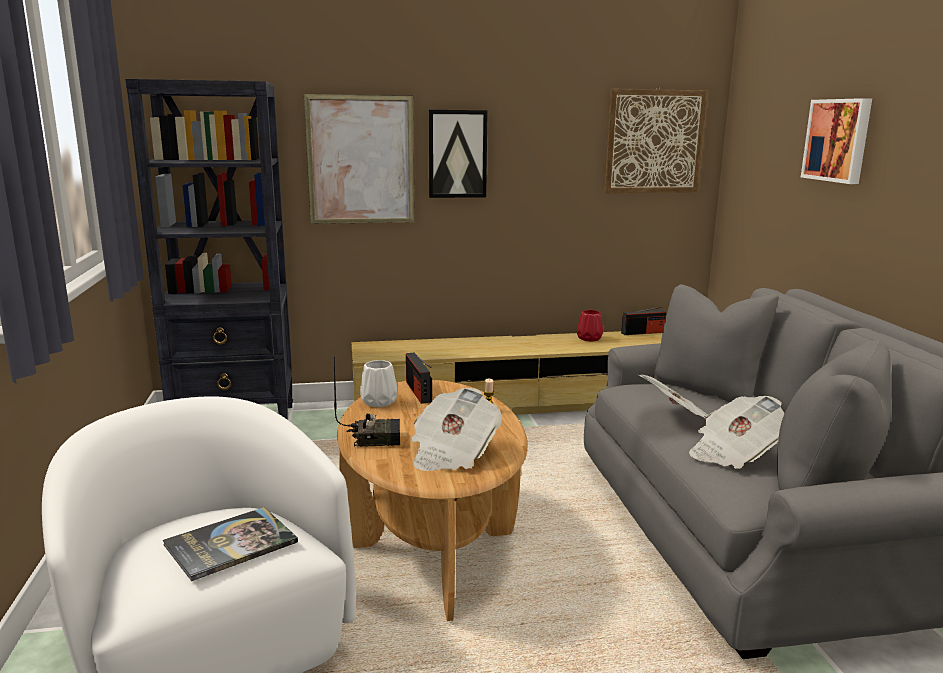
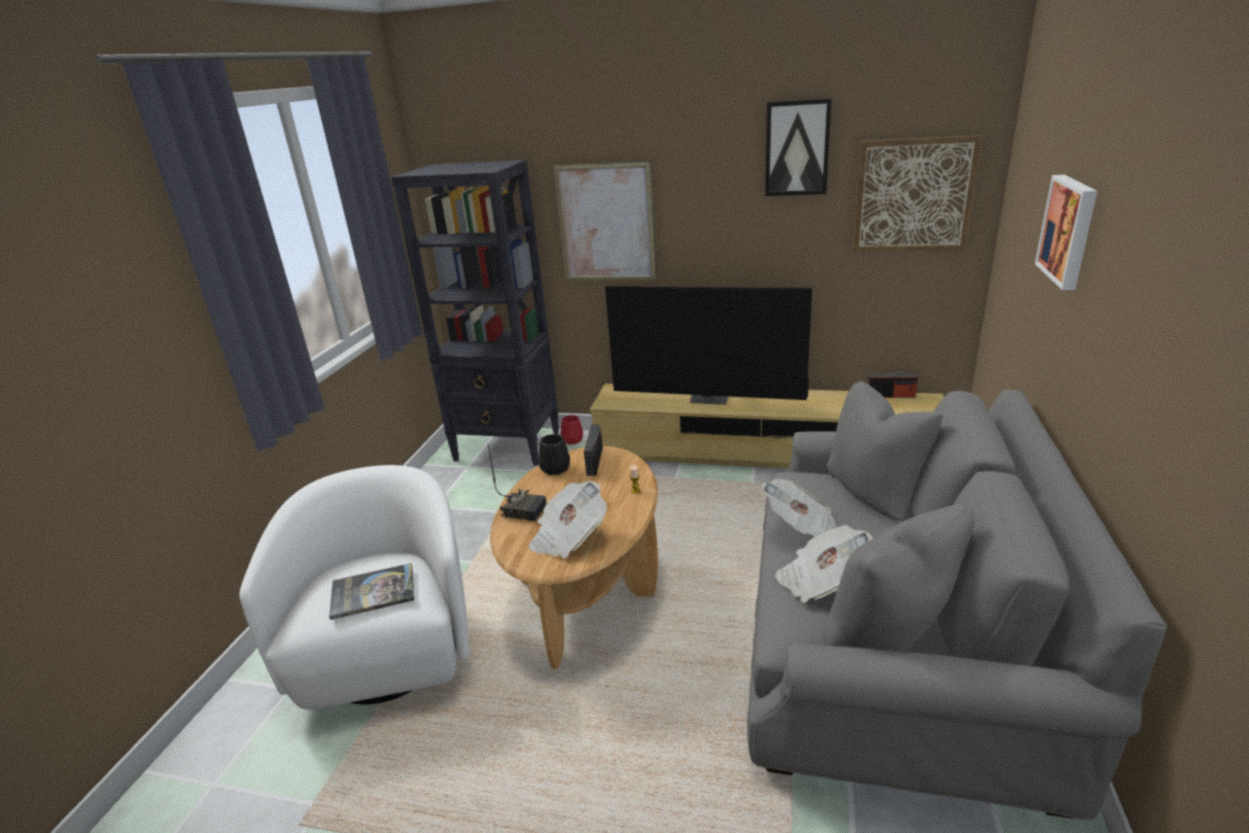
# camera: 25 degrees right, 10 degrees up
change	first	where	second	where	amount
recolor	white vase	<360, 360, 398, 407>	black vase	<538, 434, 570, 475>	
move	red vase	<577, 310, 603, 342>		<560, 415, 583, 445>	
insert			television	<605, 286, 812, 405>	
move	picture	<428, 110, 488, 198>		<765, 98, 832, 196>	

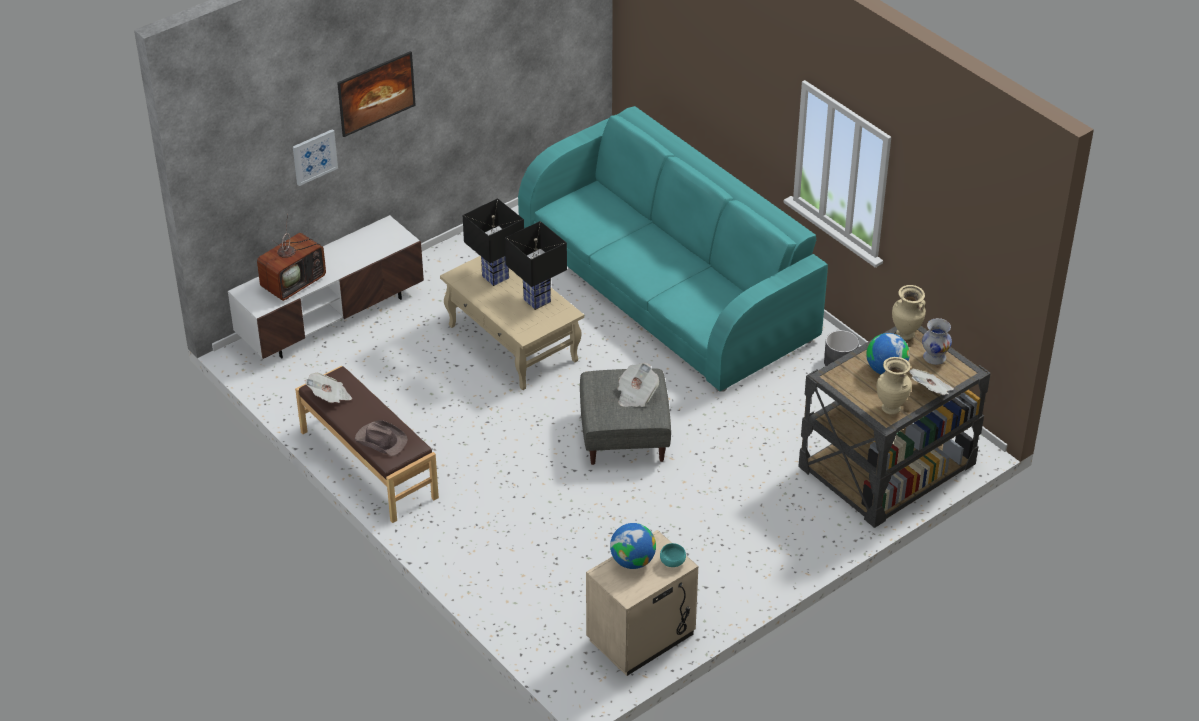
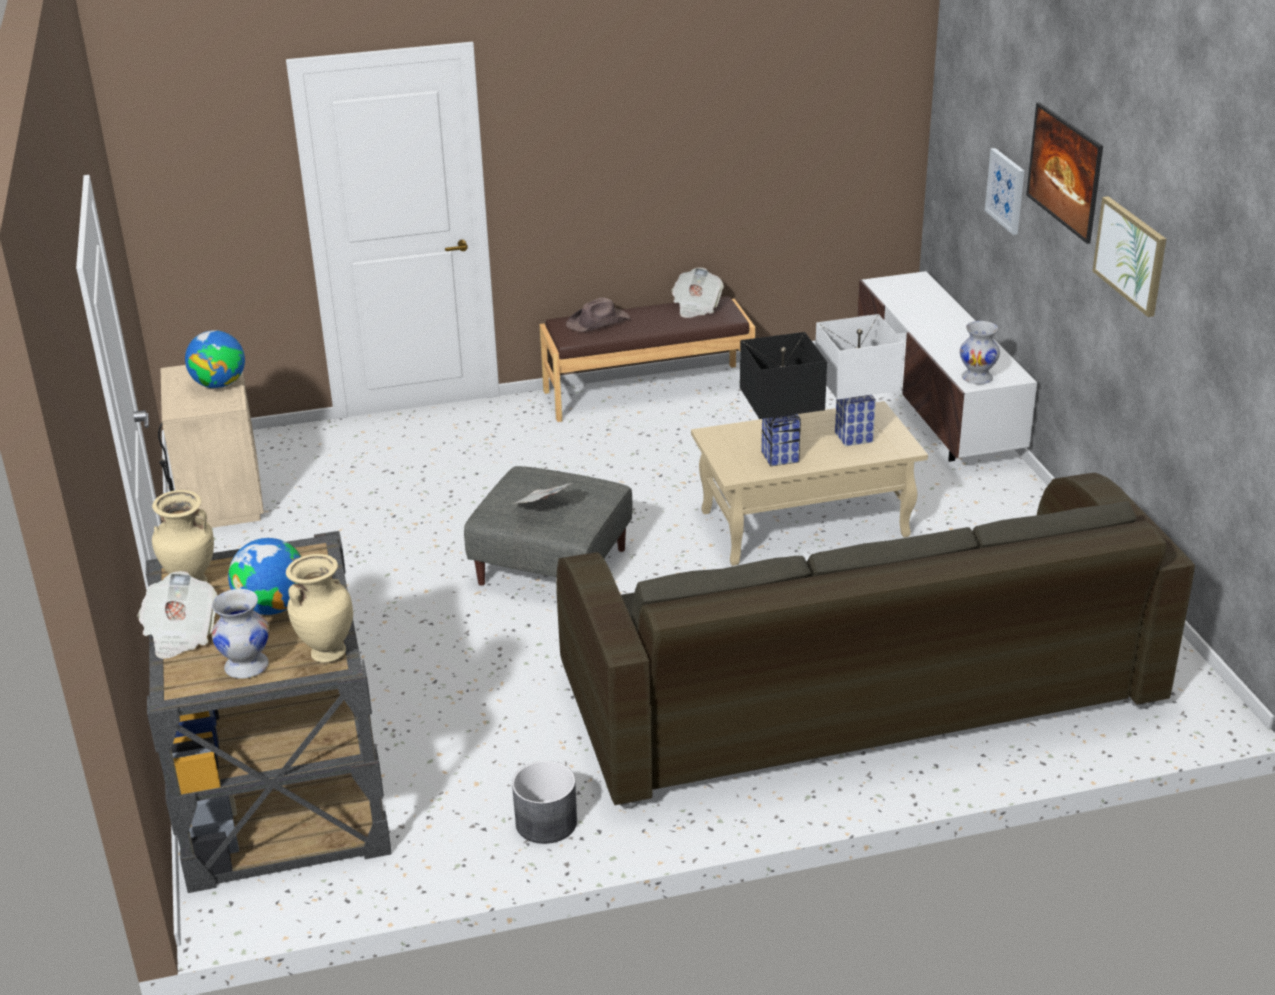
# camera: 115 degrees right, 10 degrees down
change	first	where	second	where	amount
recolor	turquoise sofa	<518, 106, 828, 392>	grey sofa	<556, 472, 1195, 809>	
recolor	black table lamp	<463, 198, 524, 286>	white table lamp	<815, 314, 904, 446>	
insert			white vase	<960, 321, 1000, 384>	
insert			picture	<1092, 196, 1166, 317>	
delete	television	<257, 214, 326, 301>			
delete	turquoise bowl	<660, 543, 686, 567>			

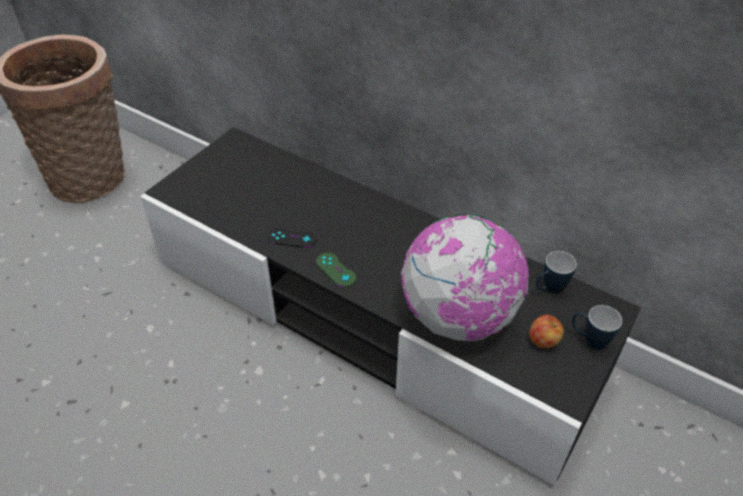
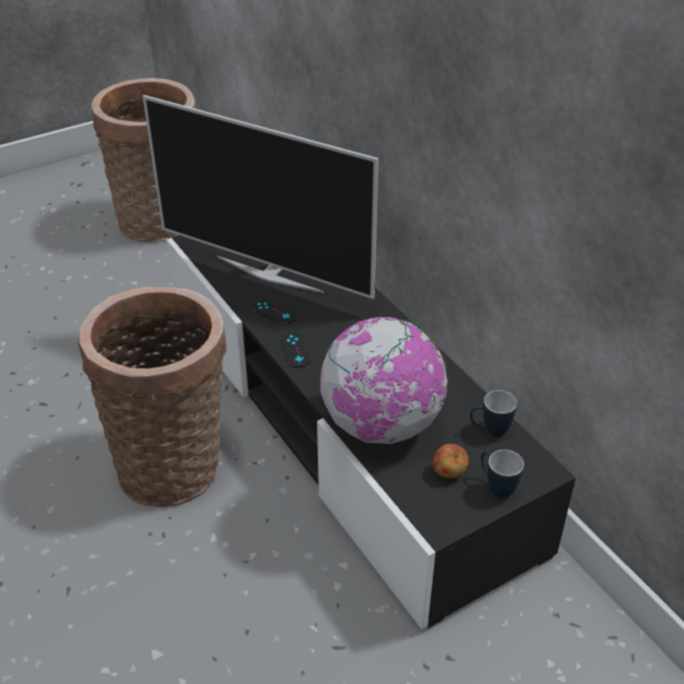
# camera: 25 degrees right, 5 degrees down
change	first	where	second	where	amount
insert			basket	<78, 287, 227, 507>	
insert			television	<143, 95, 379, 299>	
recolor	green game controller	<316, 253, 356, 287>	black game controller	<281, 333, 310, 368>	

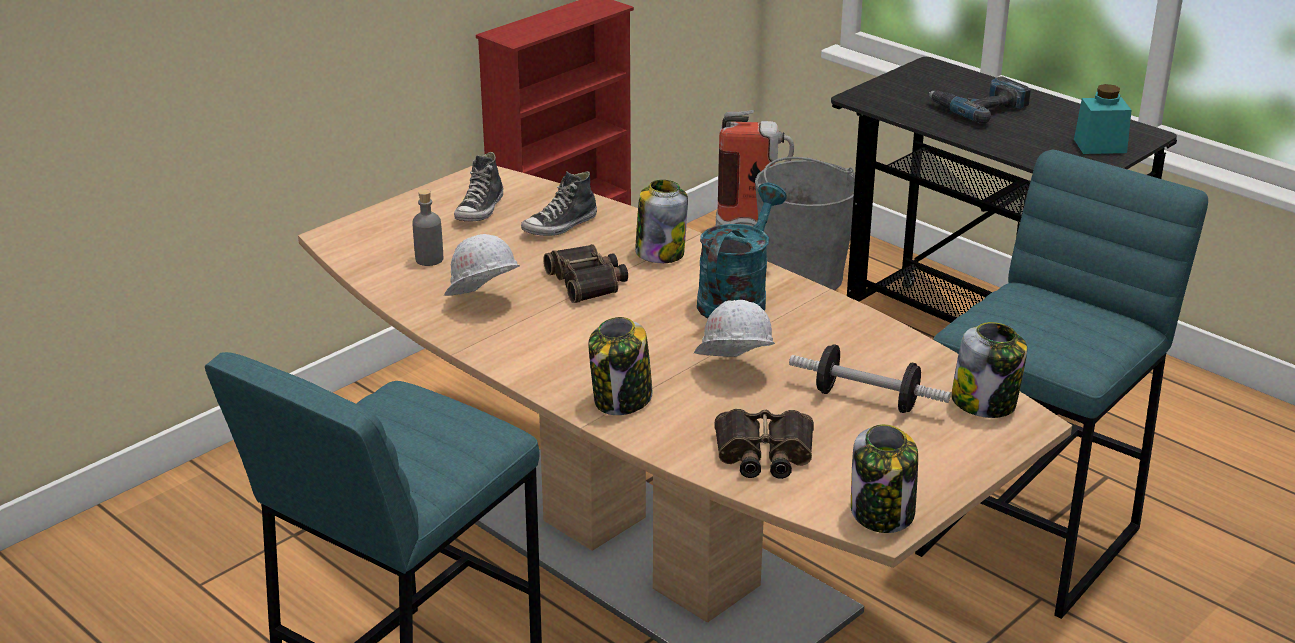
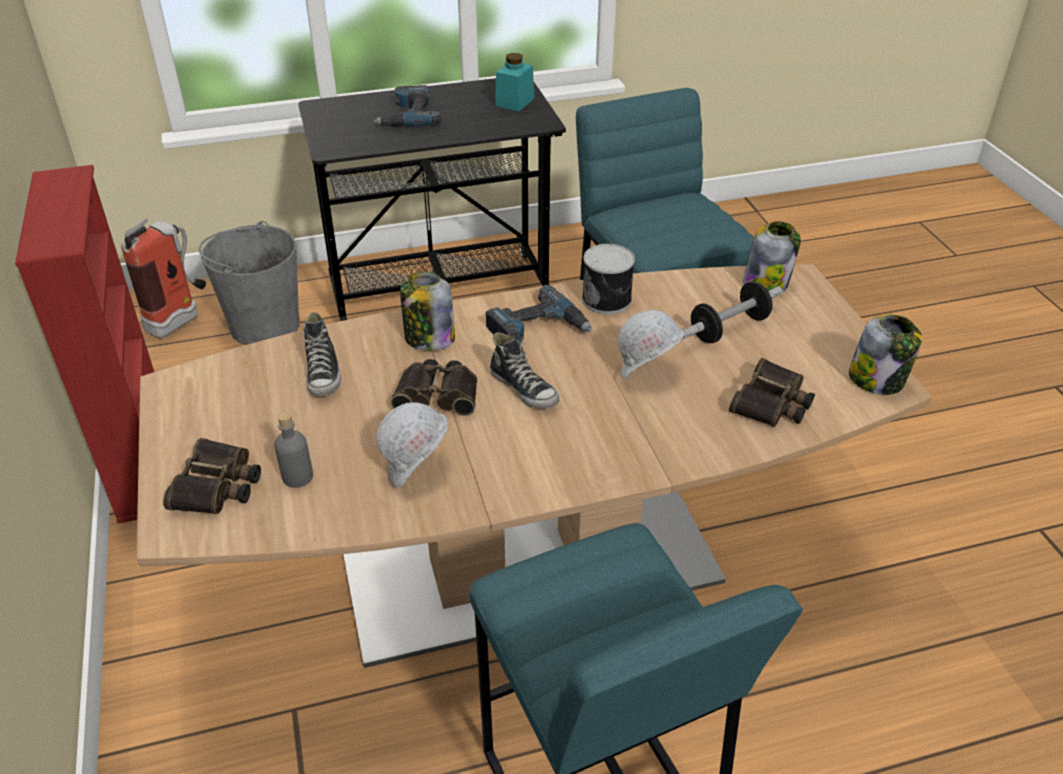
# camera: 60 degrees left, 10 degrees up
change	first	where	second	where	amount
insert			binoculars	<163, 438, 261, 514>	
replace	turquoise watering can	<697, 183, 787, 318>	power drill	<486, 285, 591, 342>	
move	shoe	<454, 152, 503, 222>		<490, 332, 559, 409>	
insert			can	<582, 244, 635, 314>	
delete	jar	<588, 317, 653, 415>			

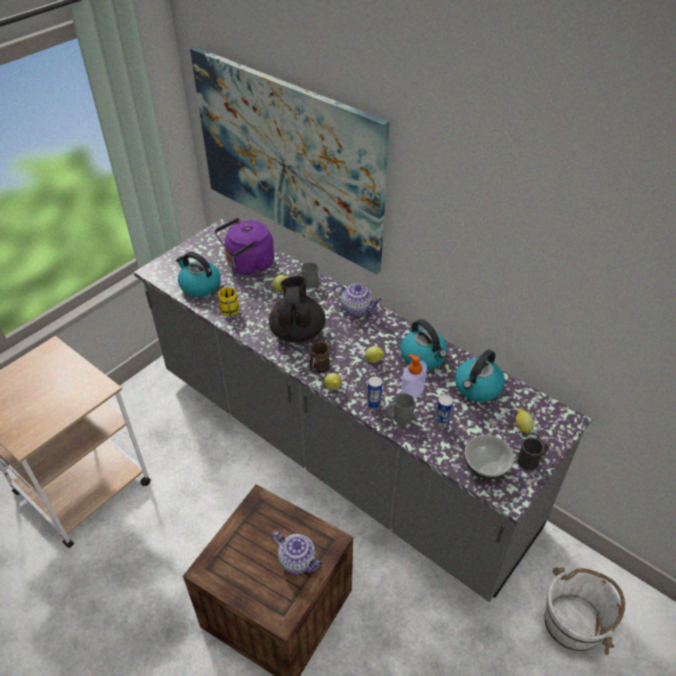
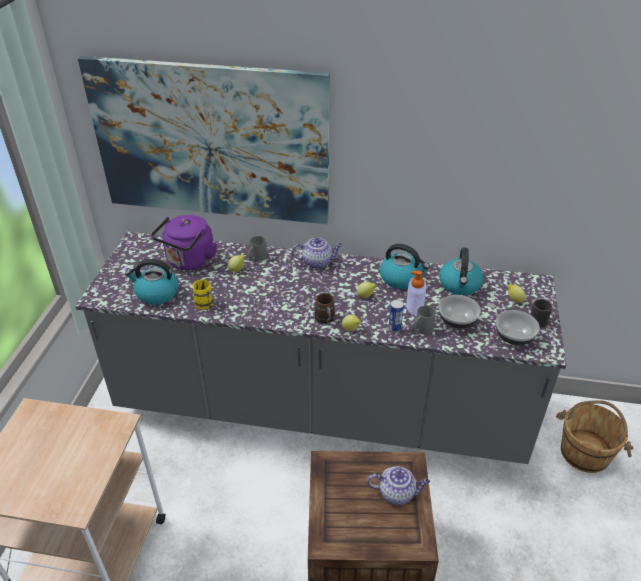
# camera: 30 degrees left, 5 degrees down
change	first	where	second	where	amount
replace	can	<435, 395, 453, 429>	bowl	<439, 295, 481, 328>	
recolor	white bucket	<544, 568, 625, 655>	brown bucket	<556, 400, 634, 473>	
delete	black teapot	<269, 276, 325, 343>			

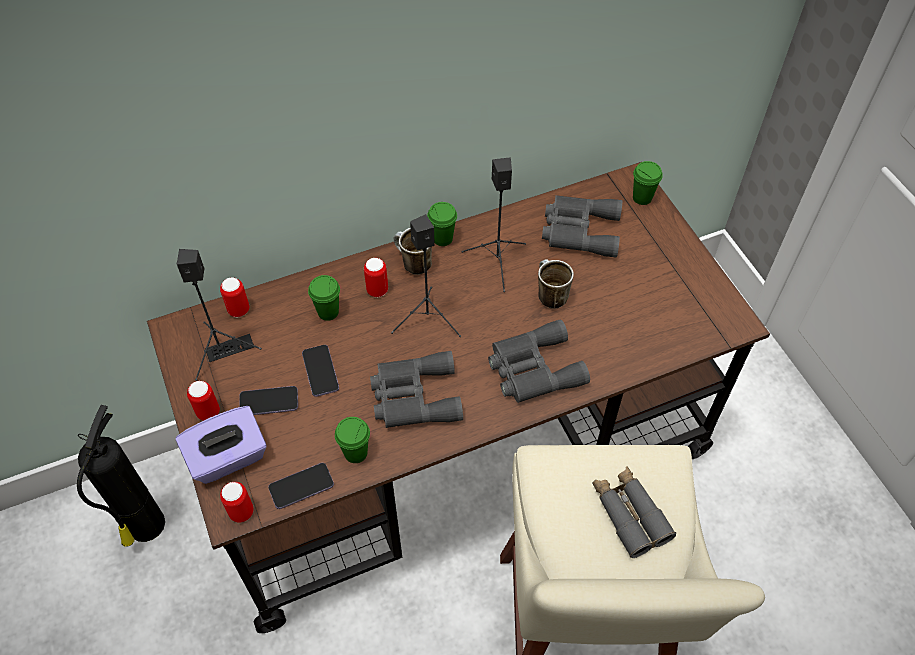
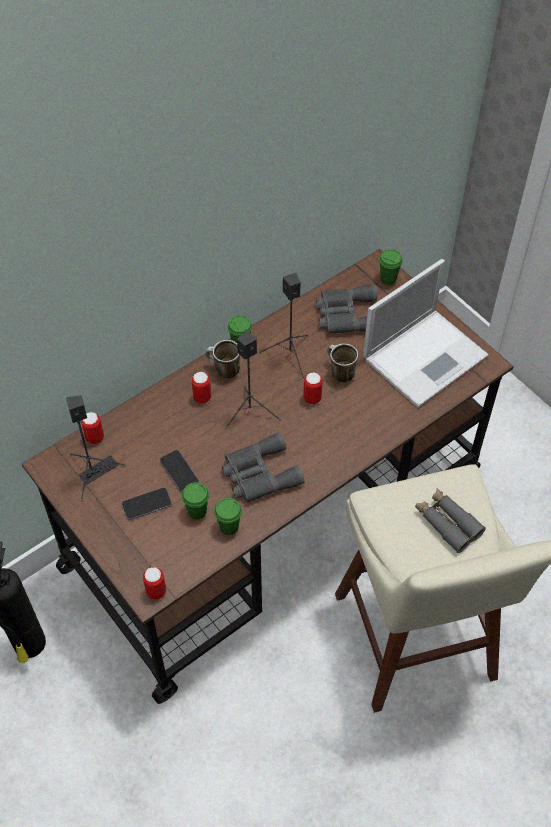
# camera: 15 degrees left, 0 degrees up
change	first	where	second	where	amount
move	green cup	<308, 275, 340, 321>		<182, 482, 209, 520>	
move	can	<187, 381, 220, 421>		<303, 373, 323, 404>	
insert			laptop	<363, 259, 489, 407>	
delete	purple tissue box	<175, 406, 267, 484>			
delete	phone	<268, 463, 334, 509>			
delete	grey binoculars	<488, 319, 590, 403>			

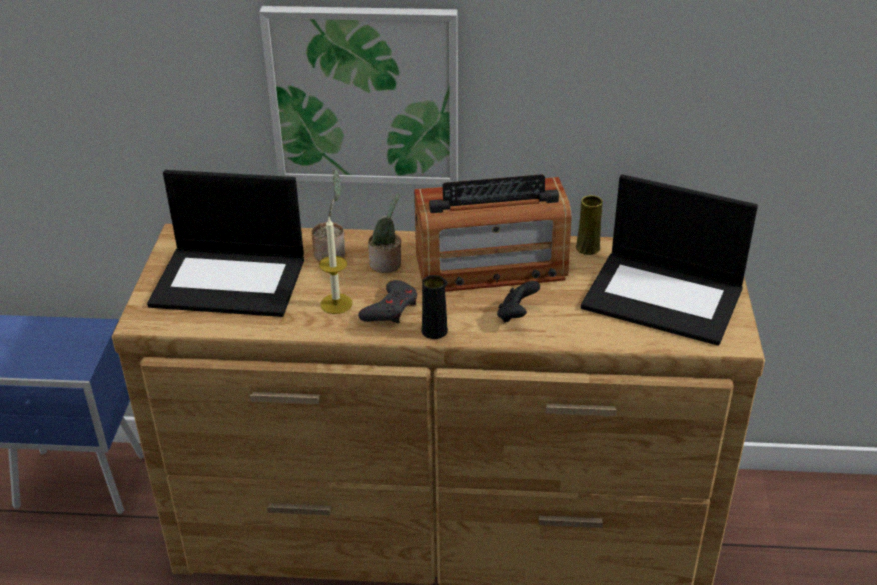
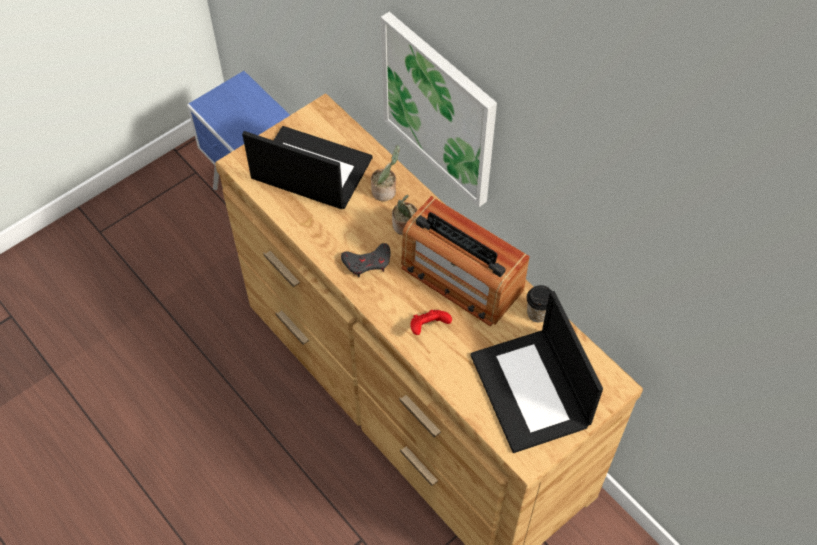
# camera: 45 degrees right, 20 degrees up
change	first	where	second	where	amount
rotate	laptop	<147, 170, 304, 317>		<242, 126, 373, 209>	150 degrees clockwise
recolor	black game controller	<497, 281, 540, 323>	red game controller	<410, 310, 452, 335>	
replace	yellow vase	<576, 195, 603, 255>	cup	<527, 285, 552, 322>	
delete	candle	<319, 218, 352, 314>			
delete	black vase	<421, 275, 448, 339>			

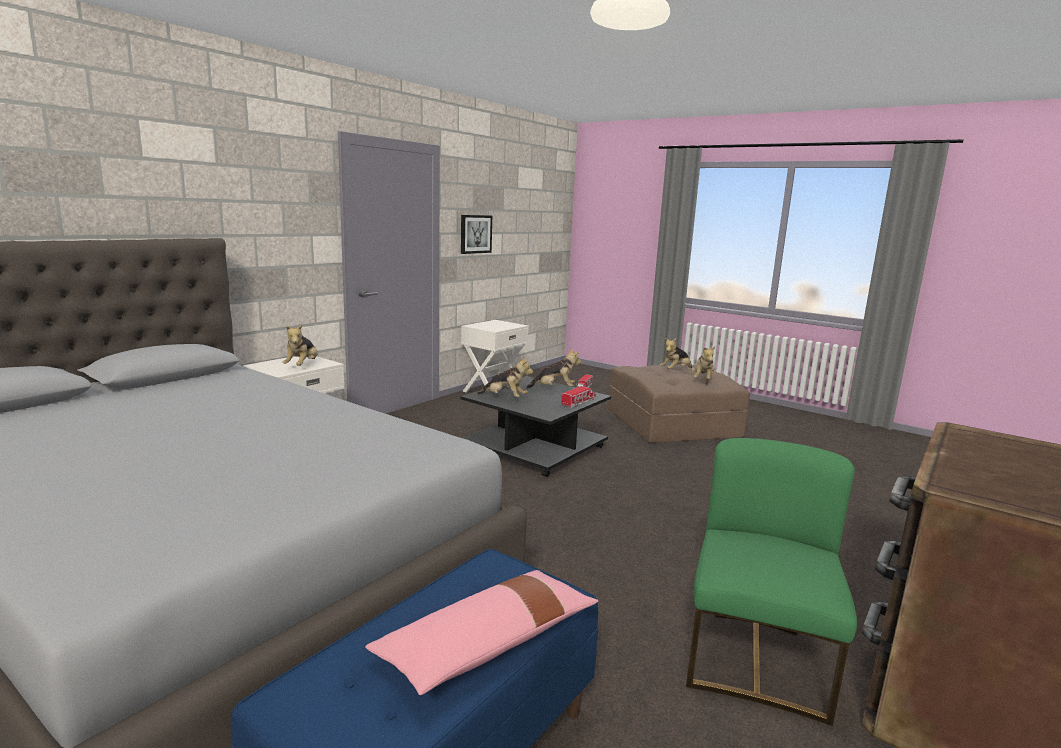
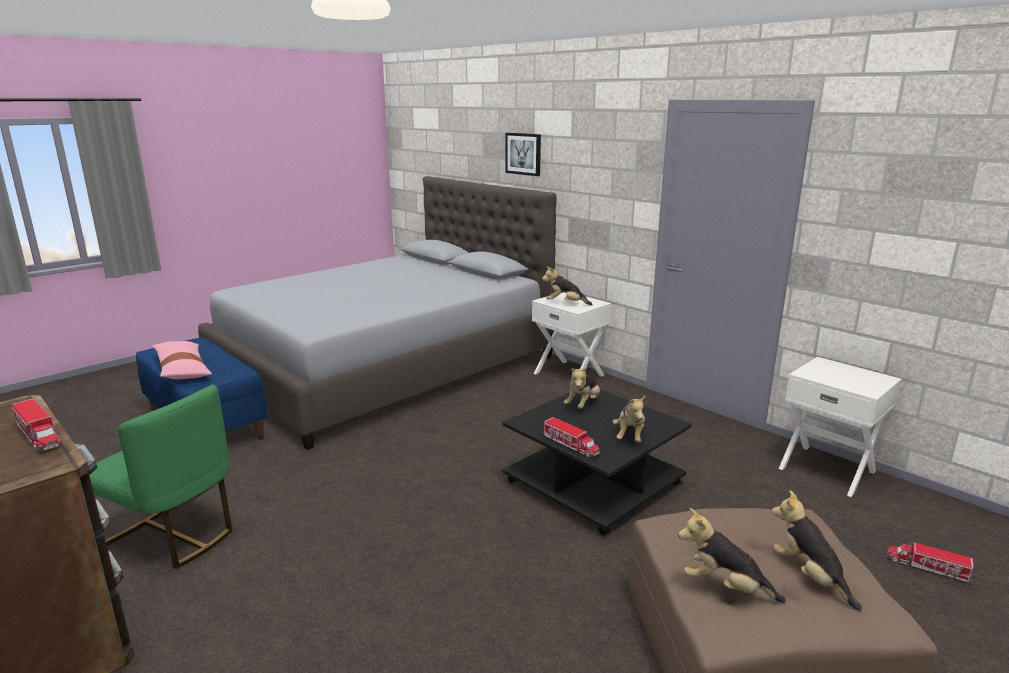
# camera: 100 degrees right, 5 degrees up
change	first	where	second	where	amount
insert			toy truck	<12, 399, 62, 452>	
move	picture	<461, 215, 492, 254>		<505, 133, 541, 176>	

